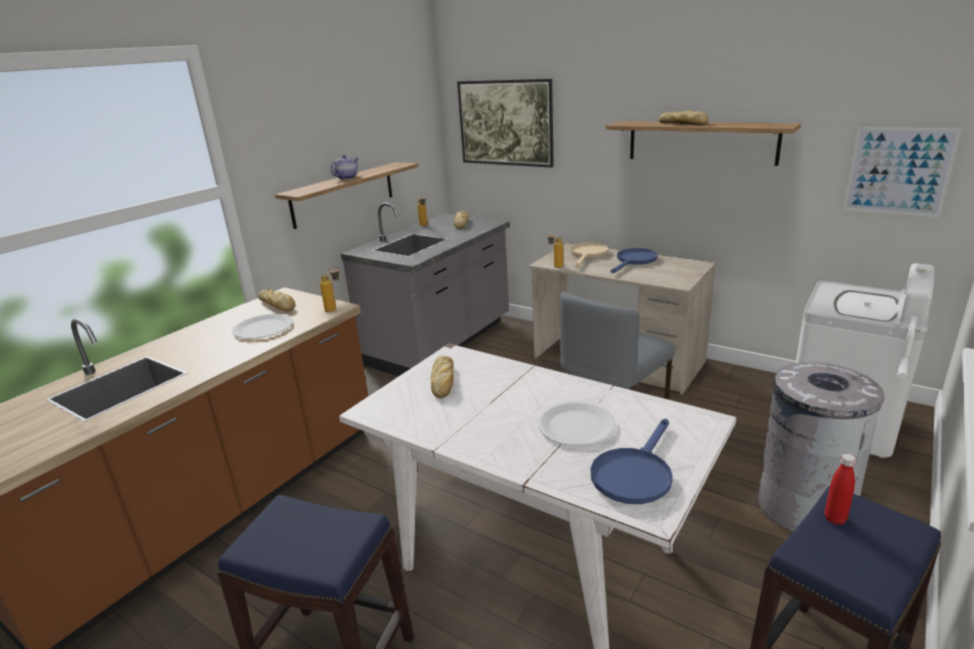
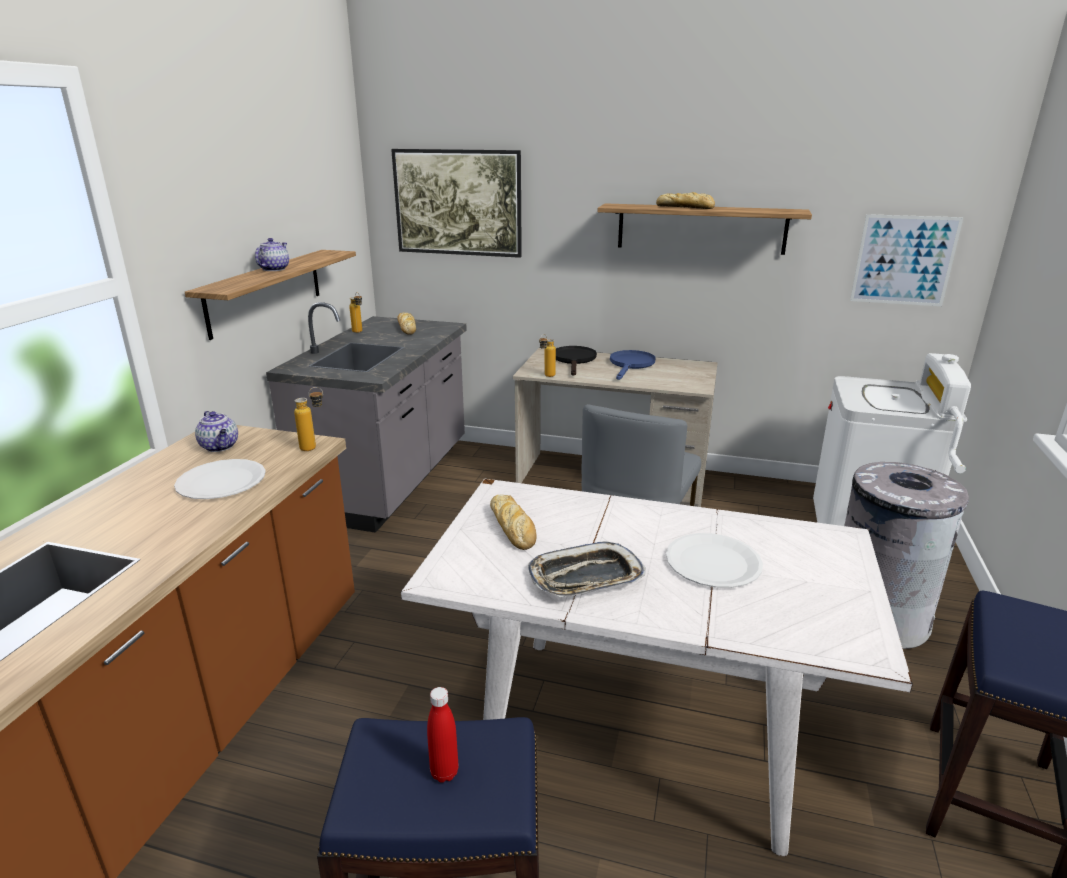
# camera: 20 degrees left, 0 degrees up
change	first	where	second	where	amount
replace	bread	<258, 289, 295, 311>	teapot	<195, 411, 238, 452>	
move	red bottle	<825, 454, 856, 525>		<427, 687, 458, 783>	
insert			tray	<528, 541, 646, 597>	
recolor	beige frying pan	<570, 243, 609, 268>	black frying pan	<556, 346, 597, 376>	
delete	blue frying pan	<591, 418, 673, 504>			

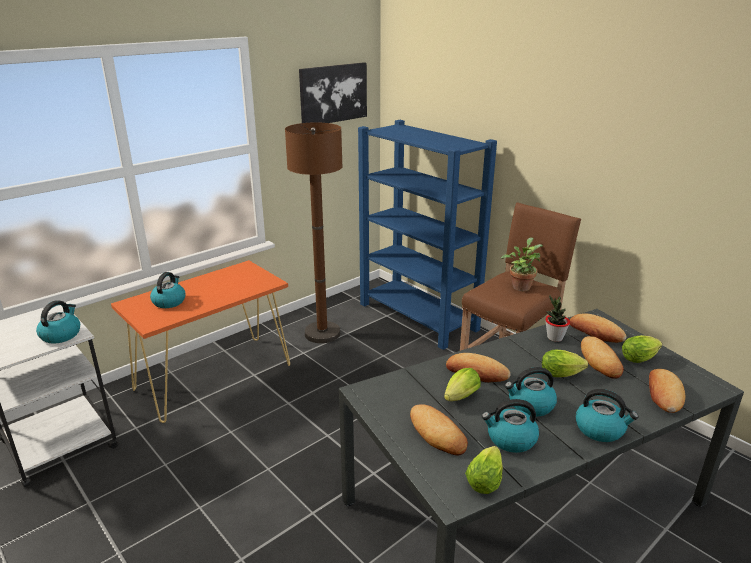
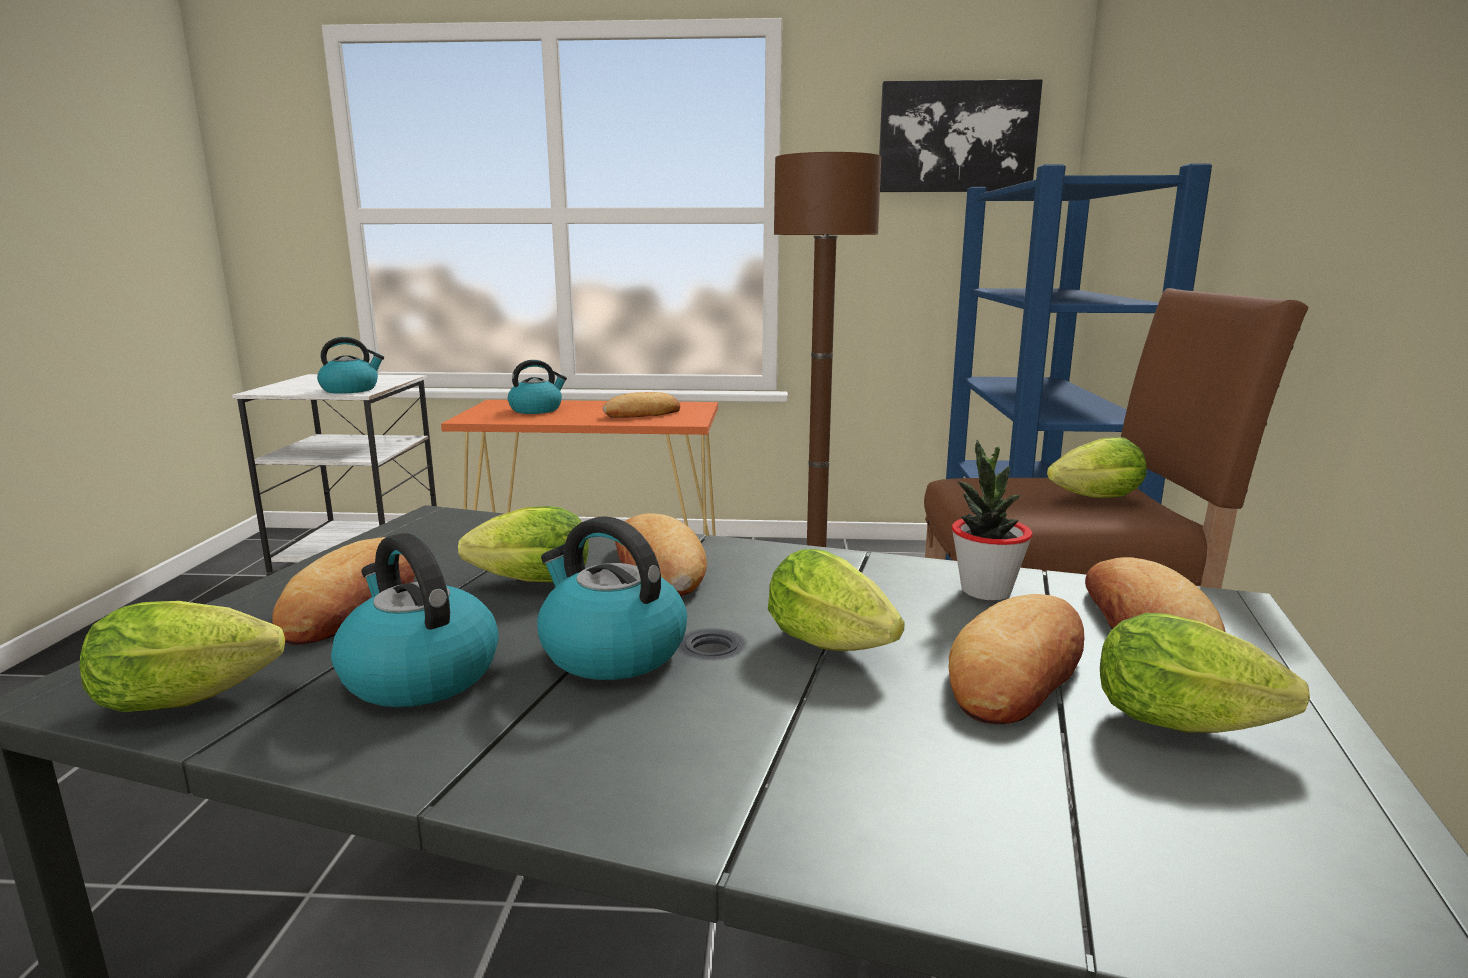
# camera: 45 degrees right, 10 degrees down
change	first	where	second	where	amount
move	bread	<649, 369, 685, 413>		<603, 392, 680, 418>	
replace	potted plant	<501, 237, 543, 291>	lettuce	<1047, 437, 1147, 498>	
delete	kettle	<576, 389, 638, 442>			

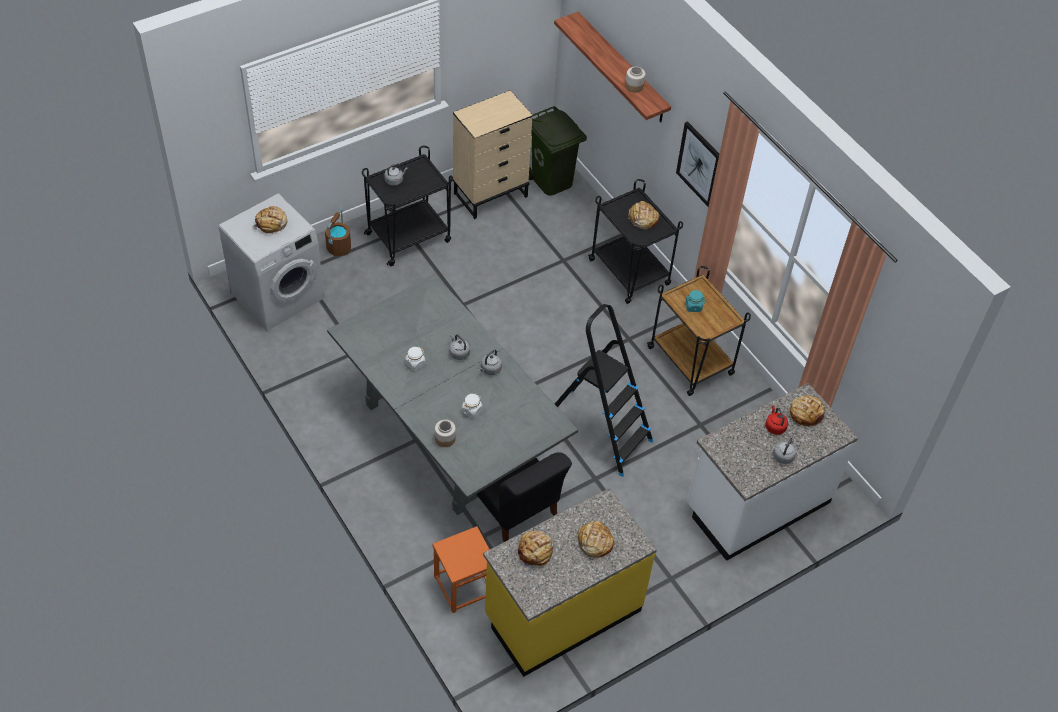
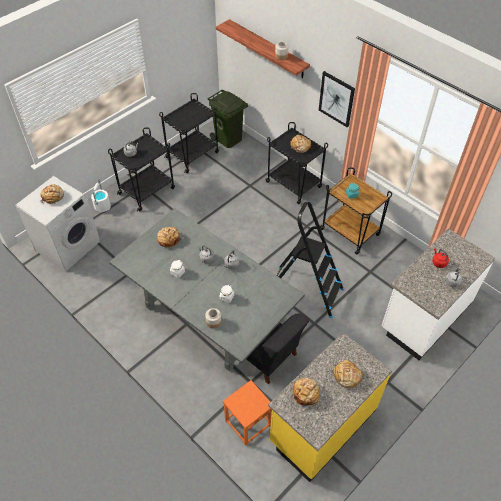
# camera: 10 degrees left, 0 degrees up
change	first	where	second	where	amount
recolor	brown bucket	<325, 208, 351, 256>	white bucket	<91, 180, 111, 212>	
move	bread	<790, 395, 829, 427>		<157, 227, 184, 247>	
replace	beige dresser	<453, 90, 533, 219>	black cart	<159, 93, 219, 173>	

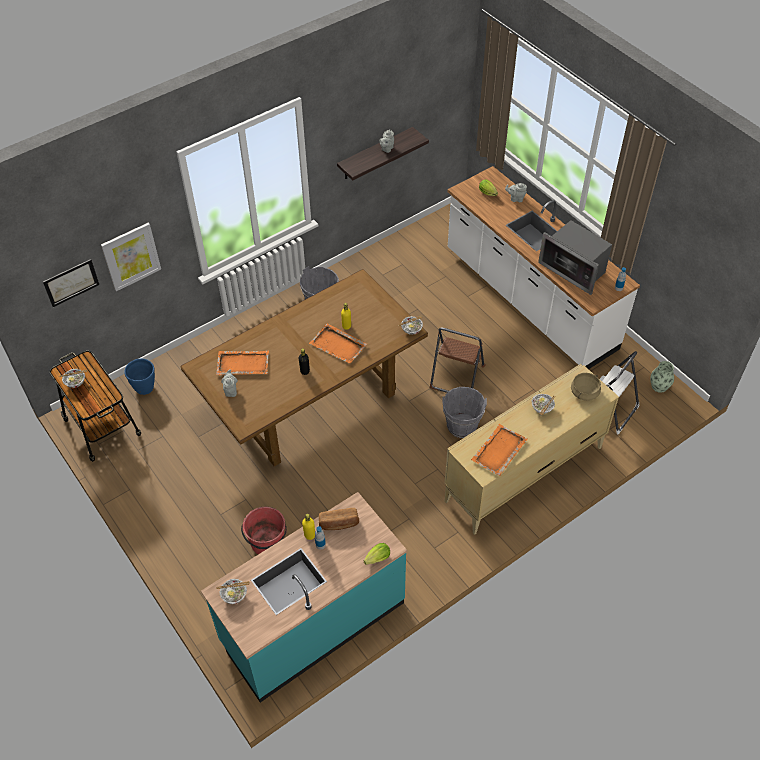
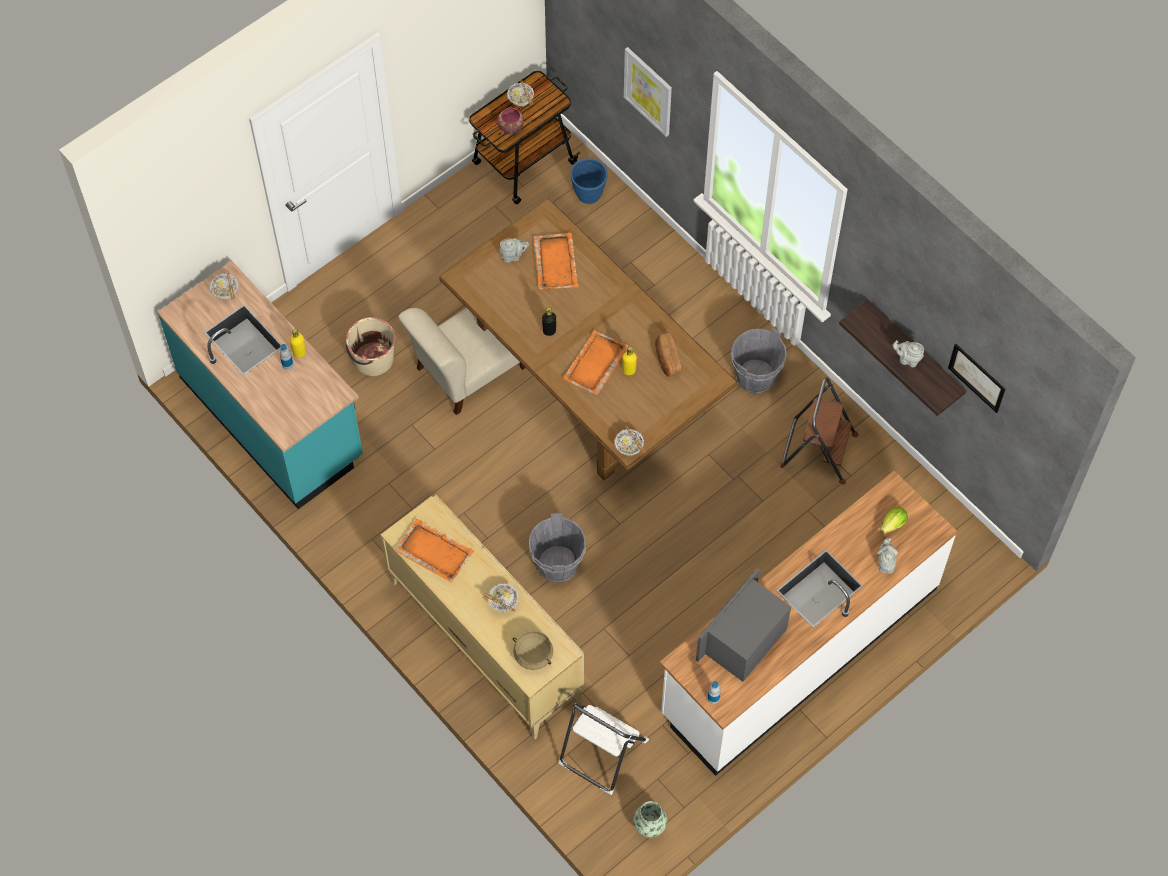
# camera: 85 degrees right, 10 degrees up
change	first	where	second	where	amount
recolor	red bucket	<241, 507, 287, 554>	beige bucket	<346, 317, 395, 376>	
insert			beige chair	<398, 308, 525, 415>	
insert			bowl	<498, 108, 524, 134>	
move	bread	<319, 508, 359, 530>		<655, 333, 682, 377>	
move	brown step ladder	<430, 327, 486, 393>		<780, 378, 858, 485>	
move	picture	<43, 259, 99, 307>		<948, 344, 1005, 413>	
delete	lettuce	<364, 543, 390, 565>			

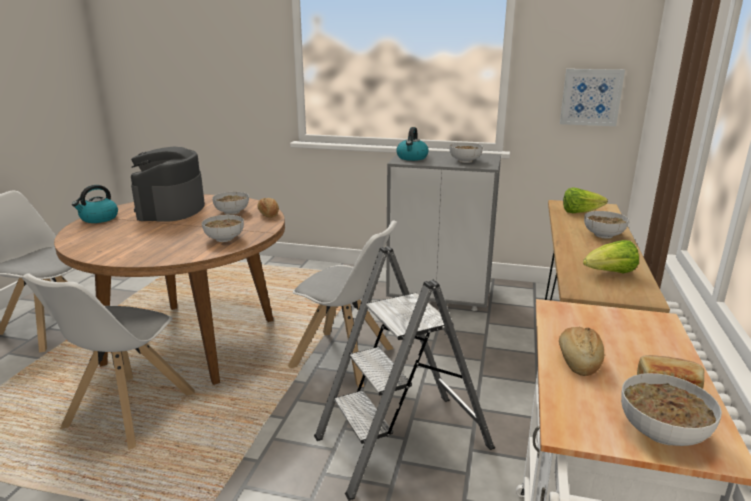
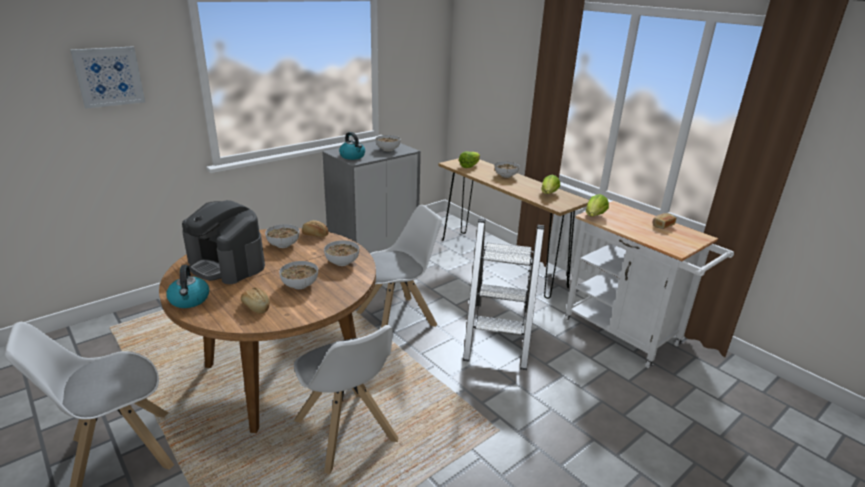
# camera: 55 degrees left, 5 degrees up
change	first	where	second	where	amount
move	picture	<560, 69, 625, 126>		<70, 47, 145, 109>	
move	bread	<559, 327, 604, 376>		<241, 288, 270, 314>	
move	bowl	<621, 373, 722, 446>		<279, 261, 318, 289>	
insert			lettuce	<586, 194, 609, 217>	

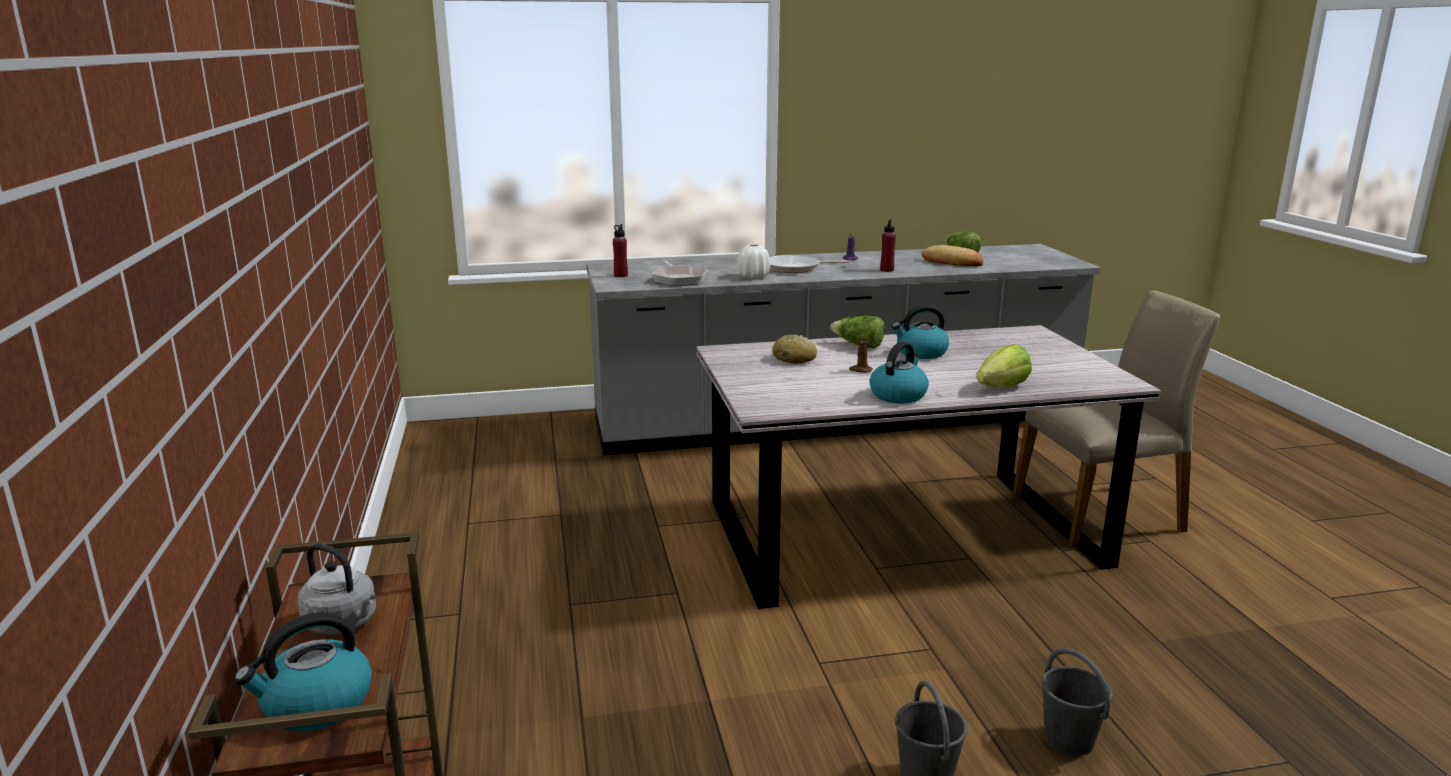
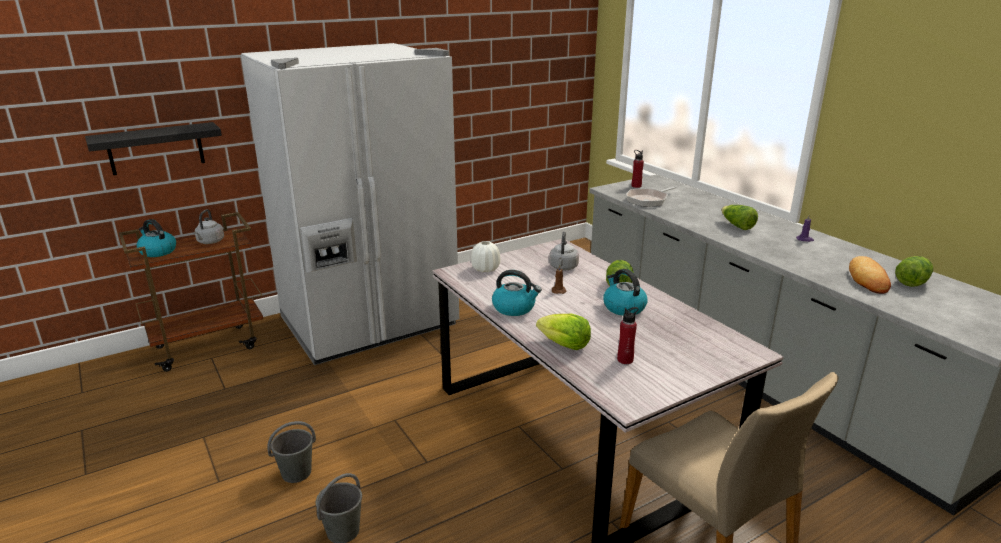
# camera: 70 degrees right, 5 degrees up
change	first	where	second	where	amount
insert			black shelf	<85, 122, 222, 175>	
insert			white fridge	<241, 43, 459, 365>	
move	white vase	<737, 244, 770, 279>		<471, 241, 500, 272>	
replace	bread	<772, 335, 817, 364>	grey kettle	<549, 231, 579, 270>	
move	red bottle	<880, 219, 896, 272>		<617, 307, 639, 364>	
replace	frying pan	<769, 255, 851, 273>	lettuce	<721, 205, 758, 230>	

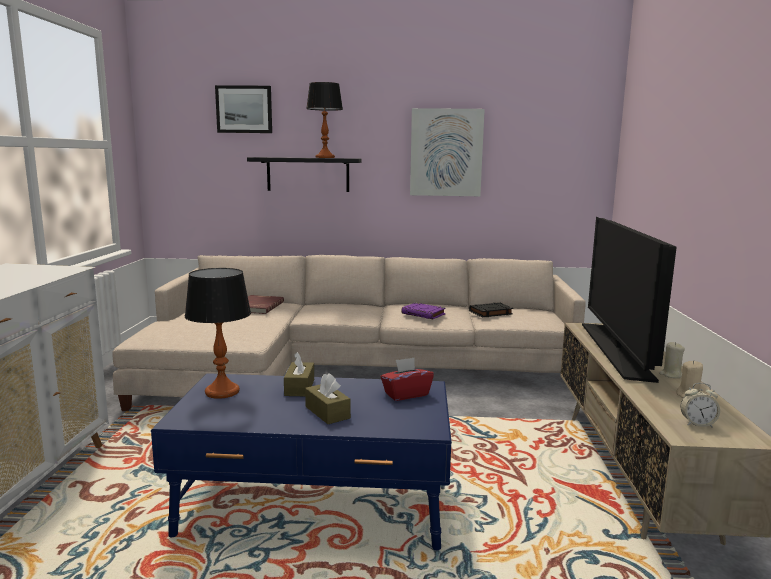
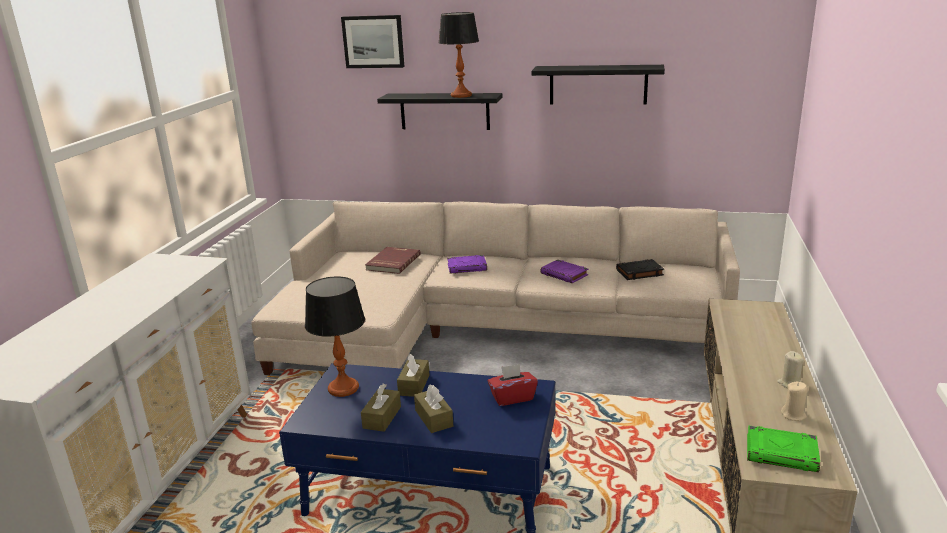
# camera: 10 degrees right, 10 degrees up
change	first	where	second	where	amount
insert			brown tissue box	<361, 384, 401, 432>	
insert			purple book	<447, 255, 487, 274>	
replace	picture	<410, 108, 485, 196>	black shelf	<531, 65, 665, 104>	
replace	alarm clock	<680, 383, 720, 427>	green book	<747, 425, 820, 472>	
delete	television	<582, 217, 677, 383>			

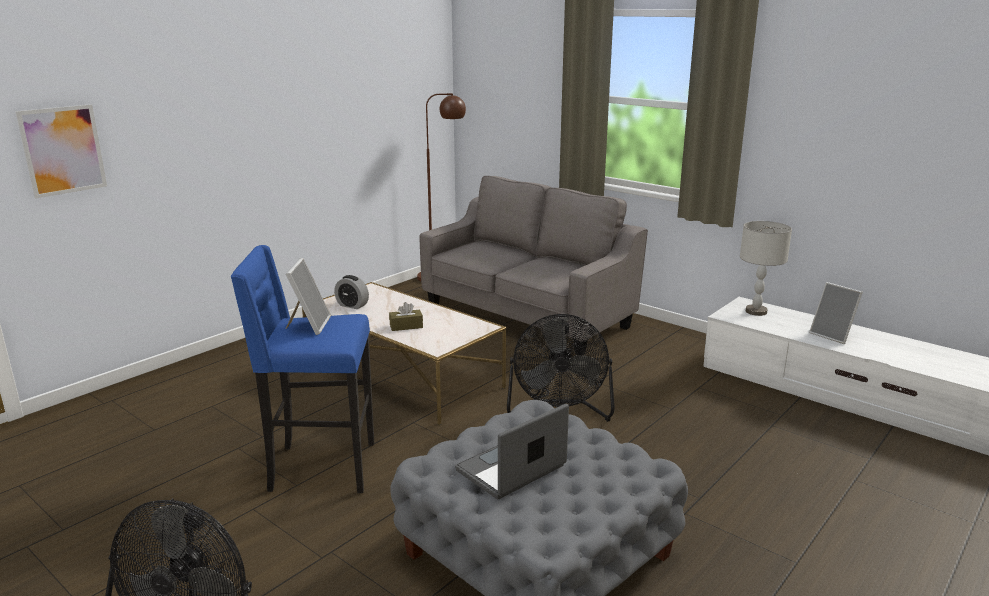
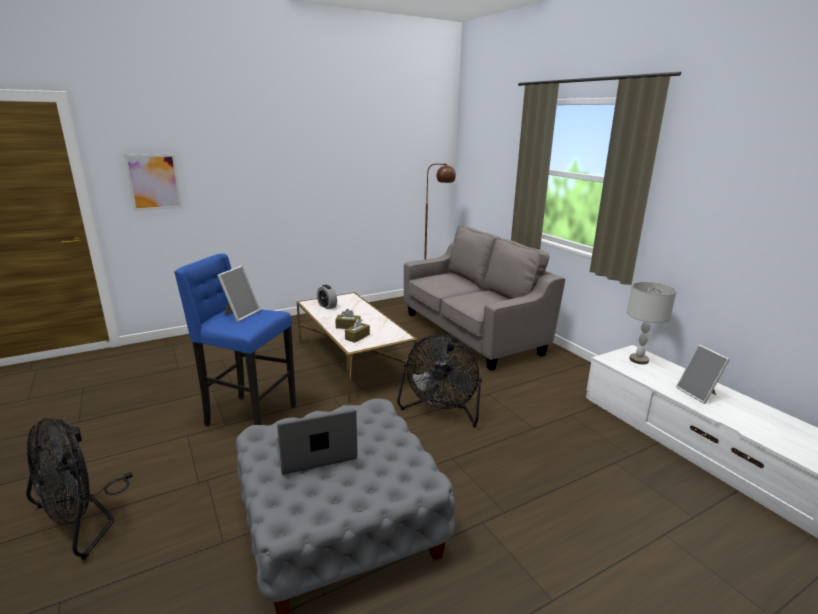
# camera: 20 degrees right, 0 degrees up
change	first	where	second	where	amount
insert			brown tissue box	<345, 318, 370, 343>	

